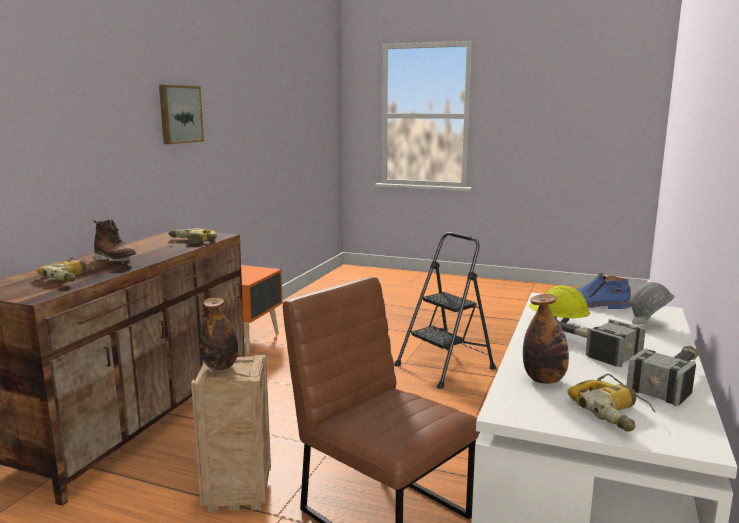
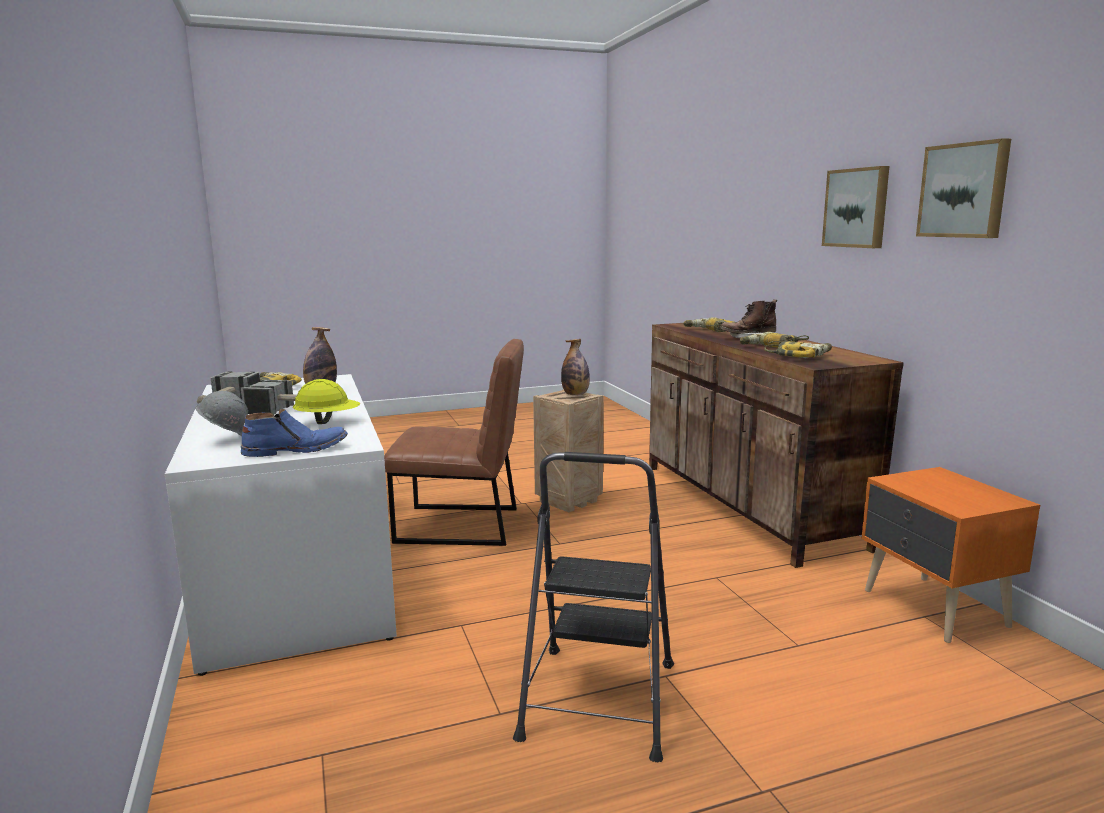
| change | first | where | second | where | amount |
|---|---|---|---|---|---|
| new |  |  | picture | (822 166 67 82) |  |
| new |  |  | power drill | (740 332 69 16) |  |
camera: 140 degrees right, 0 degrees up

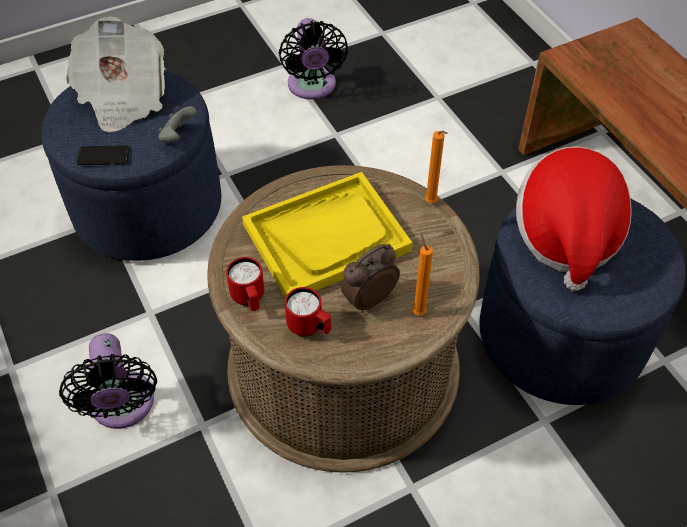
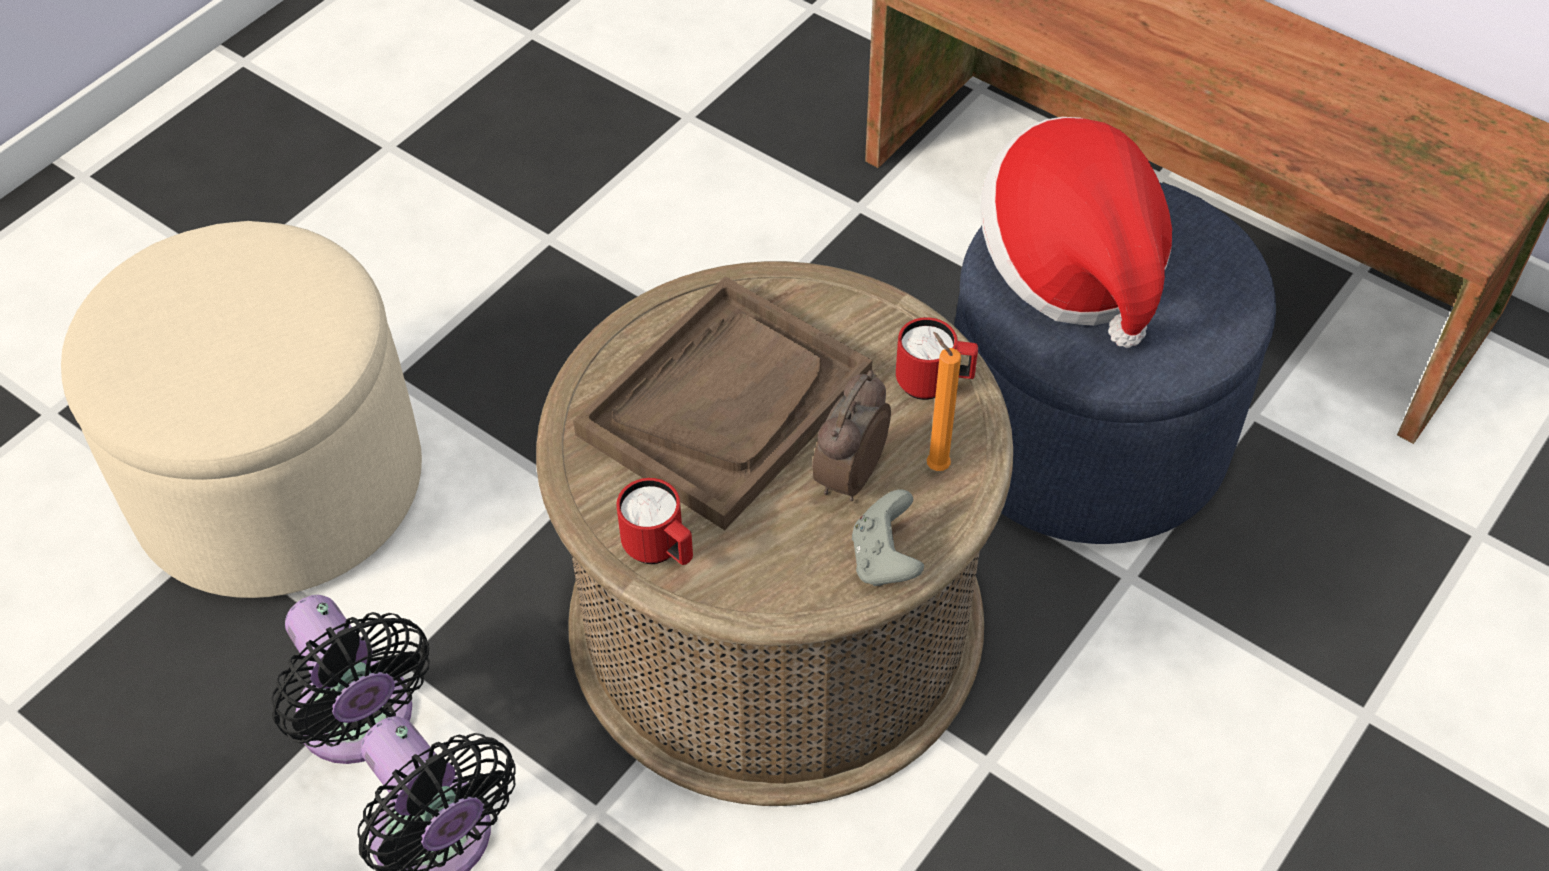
| change | first | where | second | where | amount |
|---|---|---|---|---|---|
| gone | newspaper | (66 16 99 117) |  |  |  |
| shifted | black fan | (279 18 69 82) |  | (271 595 159 169) |  |
| repainted | blue ottoman | (41 70 180 191) | beige ottoman | (61 221 361 377) |  |
| shifted | grey game controller | (158 106 39 38) |  | (852 490 72 96) |  |
| gone | orange candle | (425 131 23 72) |  |  |  |
| gone | phone | (77 146 53 19) |  |  |  |
| repainted | yellow tray | (242 172 171 126) | brown tray | (573 276 299 254) |  |
| shifted | red mug | (285 287 46 50) |  | (896 317 82 83) |  |
camera: 25 degrees left, 0 degrees up

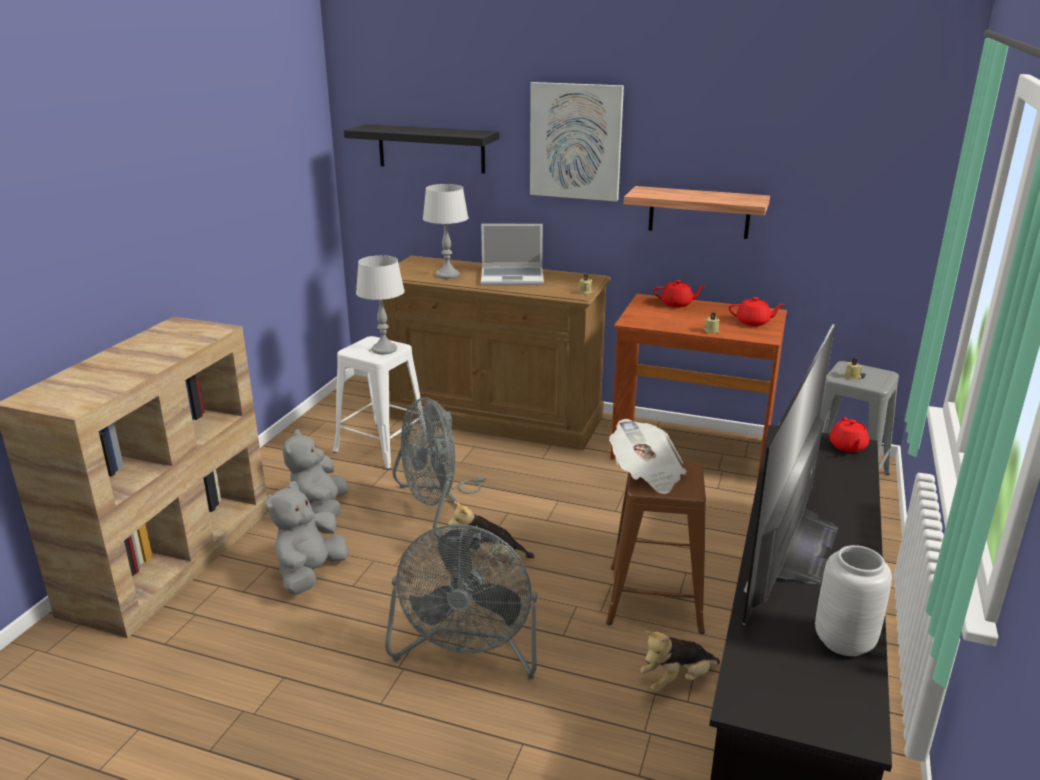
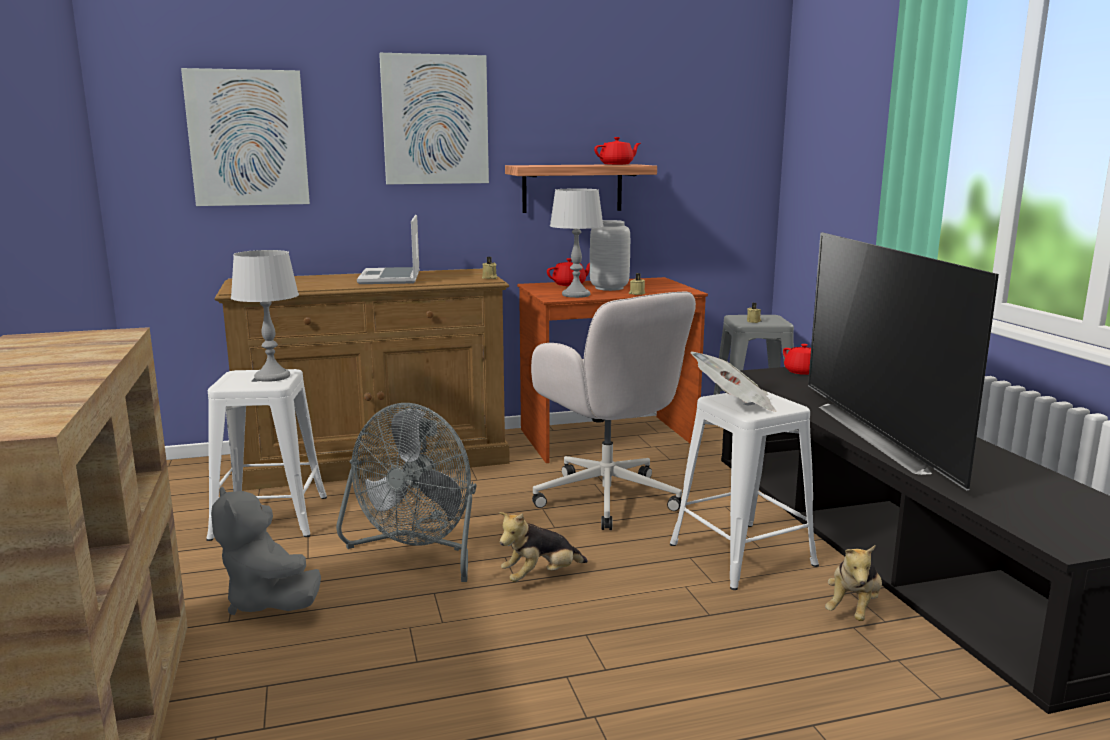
| change | first | where | second | where | amount |
|---|---|---|---|---|---|
| swapped | black shelf | (344 124 155 50) | picture | (181 68 129 138) |  |
| shifted | grey table lamp | (423 184 45 95) |  | (550 188 54 110) |  |
| rotated | laptop | (481 224 63 61) |  | (357 215 63 69) | 120 degrees clockwise |
| shifted | red teapot | (729 297 55 29) |  | (594 137 47 28) |  |
| repainted | brown stool | (606 461 100 173) | white stool | (670 391 149 199) |  |
| gone | grey plush toy | (266 481 82 114) |  |  |  |
| gone | grey fan | (385 523 152 157) |  |  |  |
| shifted | grey vase | (815 545 77 111) |  | (590 220 40 71) |  |
| new |  |  | white office chair | (531 292 165 238) |  |
camera: 35 degrees left, 10 degrees down

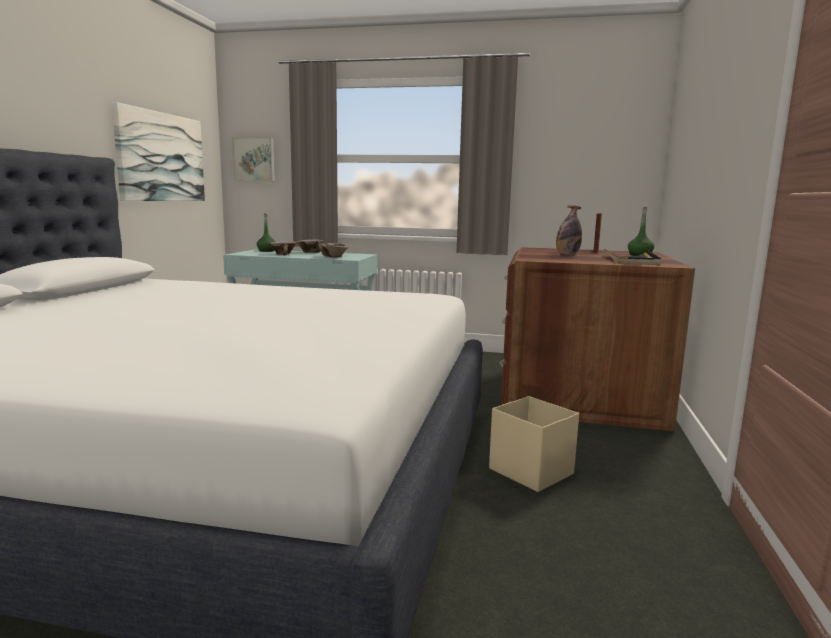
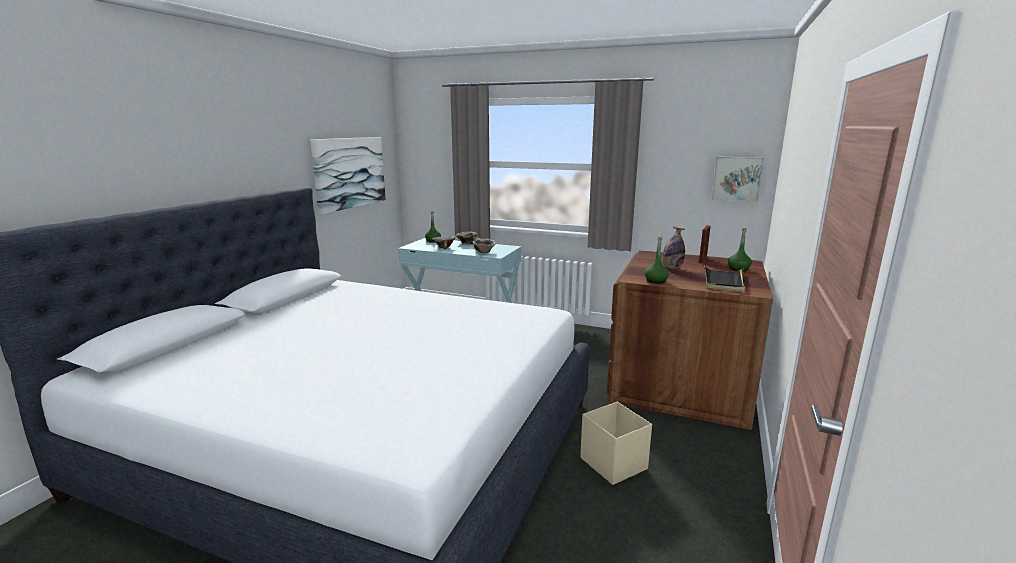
| change | first | where | second | where | amount |
|---|---|---|---|---|---|
| shifted | picture | (232 137 43 44) |  | (711 157 53 45) |  |
| new |  |  | green bottle | (645 236 24 48) |  |
camera: 10 degrees right, 5 degrees up

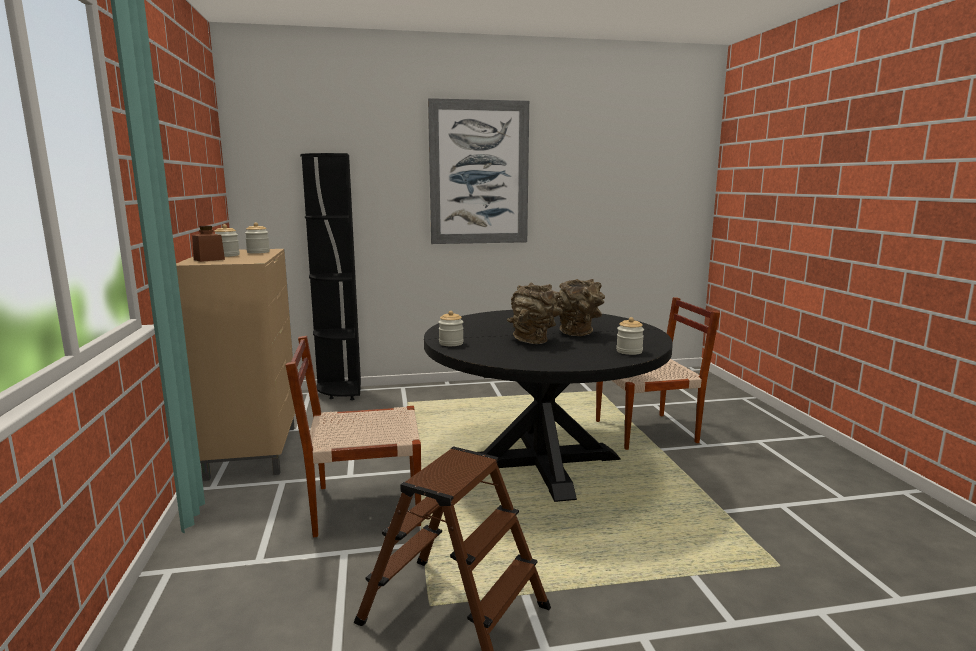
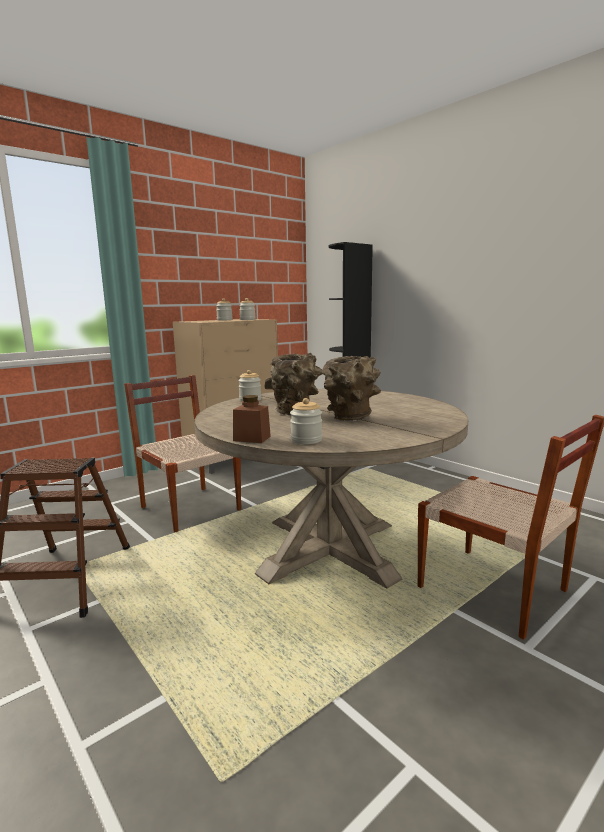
| change | first | where | second | where | amount |
|---|---|---|---|---|---|
| gone | picture | (428 98 101 146) |  |  |  |
| shifted | brown jar | (192 226 33 36) |  | (233 395 38 48) |  |
| repainted | black dining table | (424 310 249 192) | beige dining table | (194 389 274 200) |  |
camera: 60 degrees right, 0 degrees up

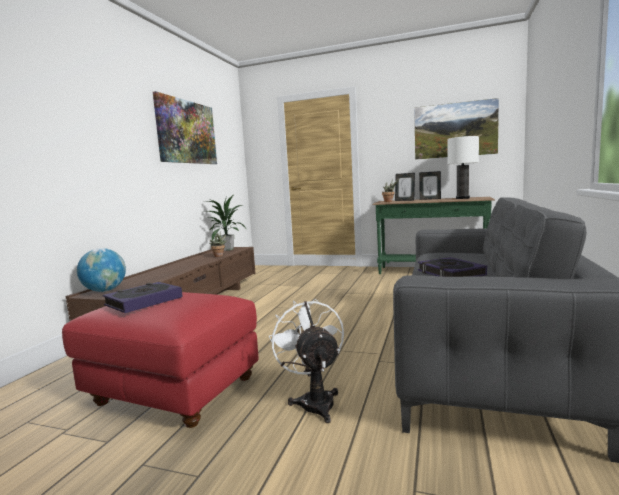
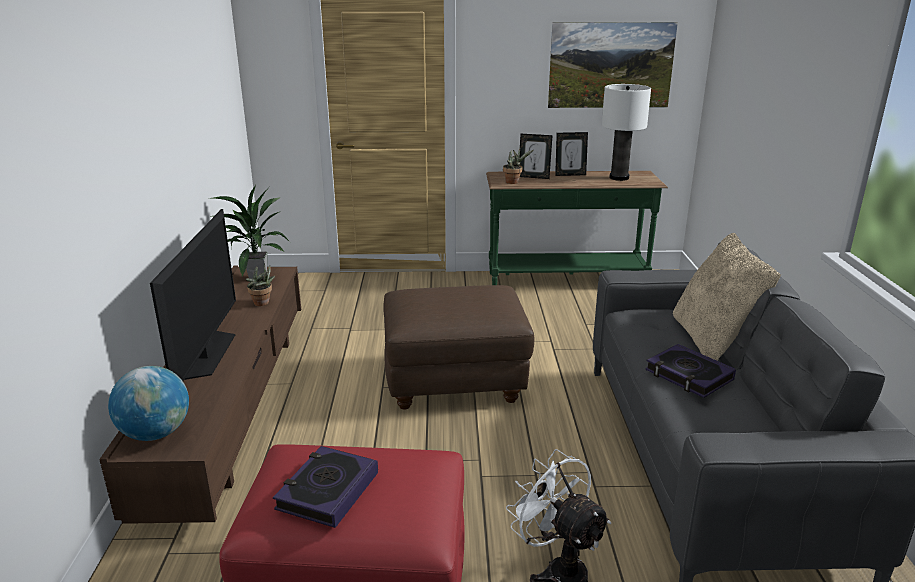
| change | first | where | second | where | amount |
|---|---|---|---|---|---|
| gone | picture | (153 91 64 73) |  |  |  |
| new |  |  | television | (150 209 86 172) |  |
| new |  |  | beige pillow | (673 233 108 128) |  |
| new |  |  | brown ottoman | (383 285 151 125) |  |
camera: 20 degrees left, 15 degrees up

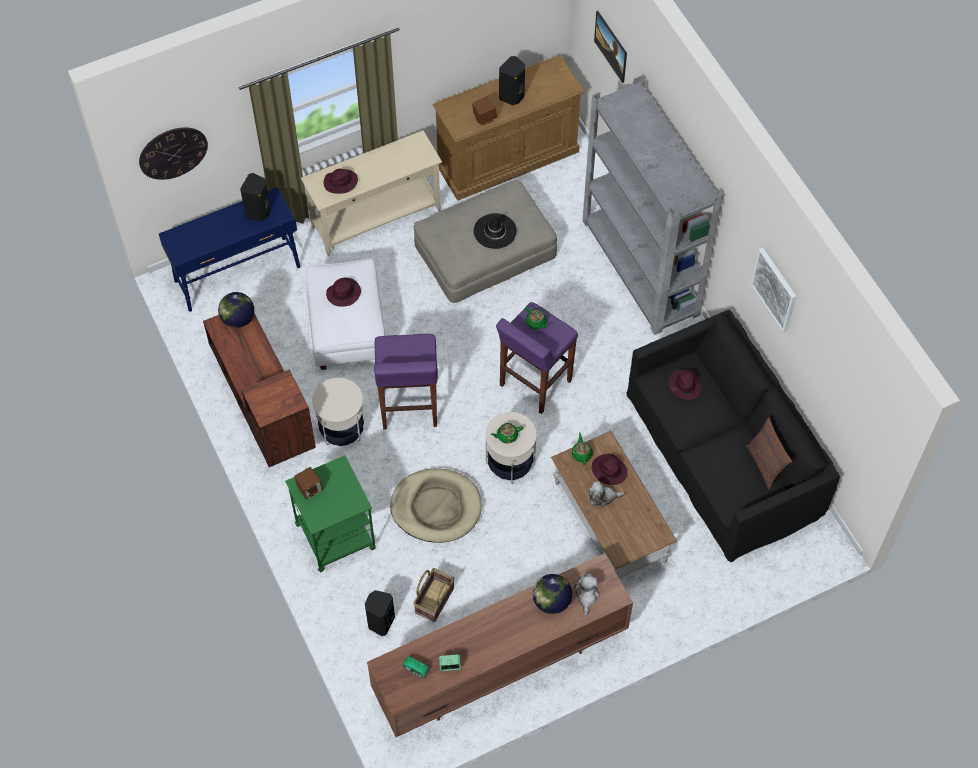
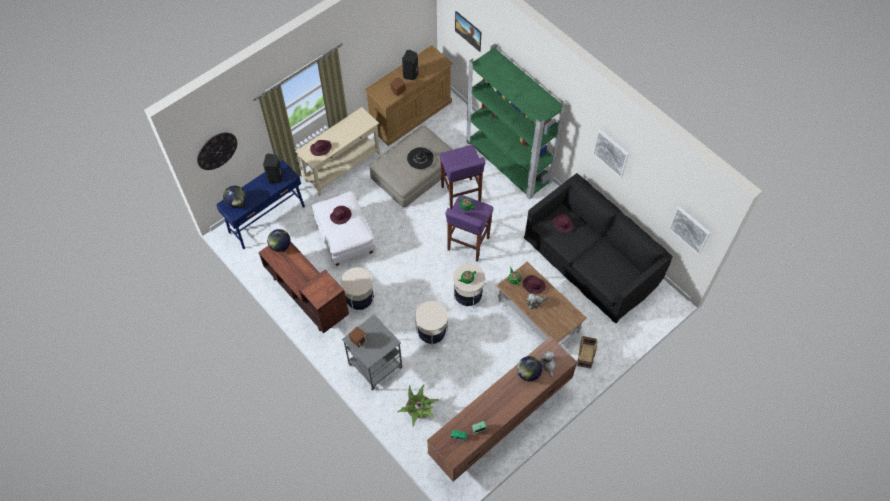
| change | first | where | second | where | amount |
|---|---|---|---|---|---|
| repainted | grey bookcase | (582 76 141 259) | green bookcase | (466 44 100 156) |  |
| shifted | purple stool | (374 334 64 95) |  | (440 145 45 64) |  |
| gone | brown pillow | (746 417 46 73) |  |  |  |
| repainted | green cart | (285 455 91 118) | grey cart | (342 314 61 76) |  |
| swapped | beige dog bed | (390 468 92 75) | beige side table | (415 301 33 45) |  |
| shifted | basket | (413 568 42 54) |  | (577 336 20 33) |  |
| swapped | black speaker | (365 590 30 46) | potted plant | (397 384 42 43) |  |
| new |  |  | globe | (223 186 23 22) |  |
| new |  |  | picture | (669 206 42 49) |  |
camera: 15 degrees left, 0 degrees up

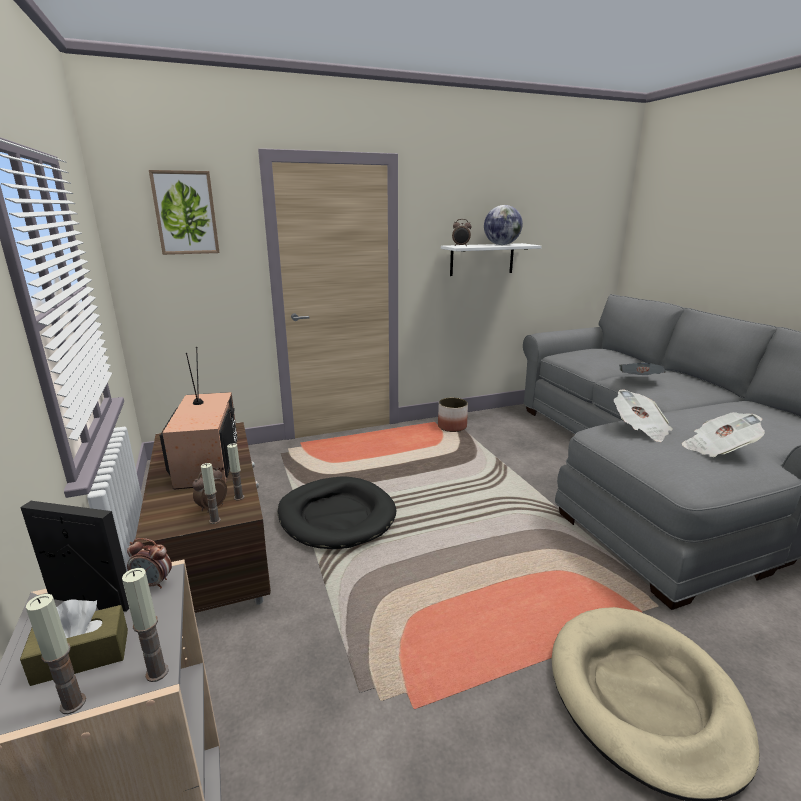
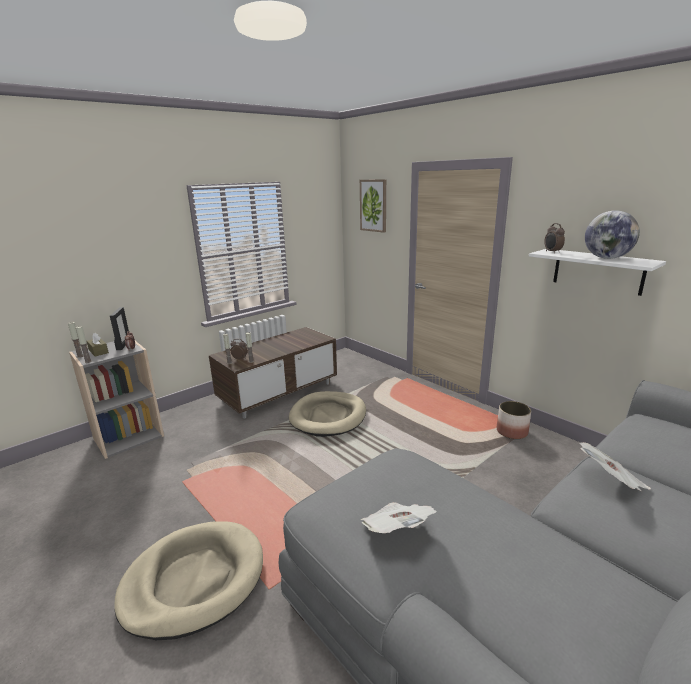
| change | first | where | second | where | amount |
|---|---|---|---|---|---|
| gone | television | (160 347 78 143) |  |  |  |
| gone | newspaper | (614 389 58 53) |  |  |  |
| repainted | black dog bed | (277 476 119 73) | beige dog bed | (289 391 77 46) |  |
camera: 70 degrees right, 0 degrees up

